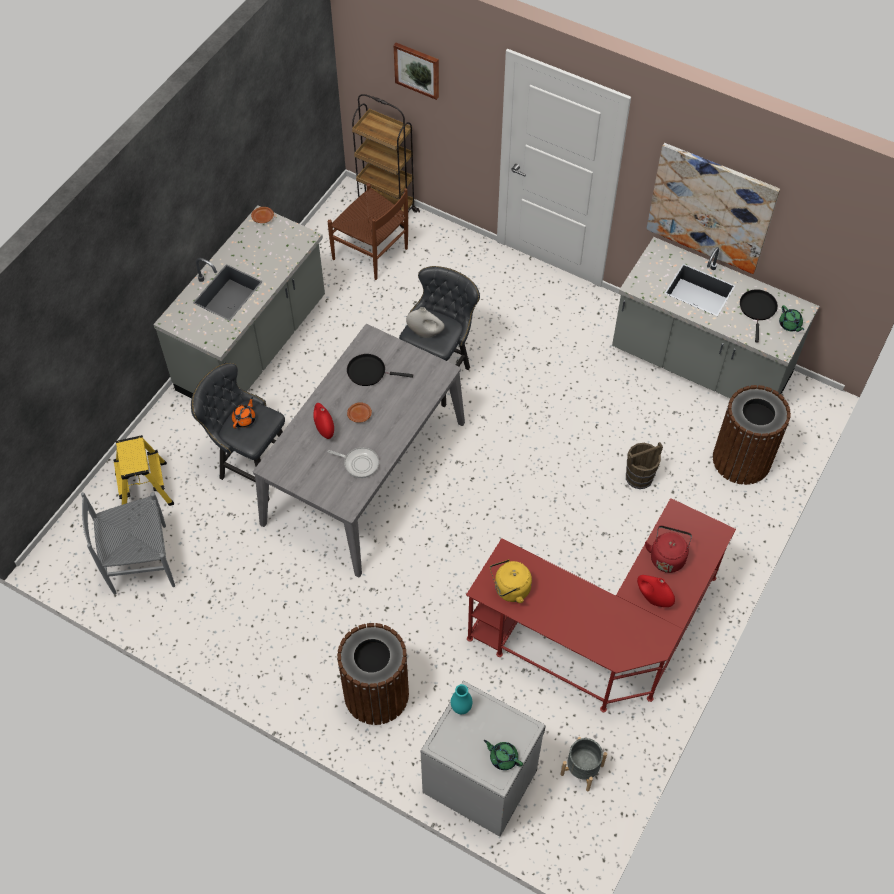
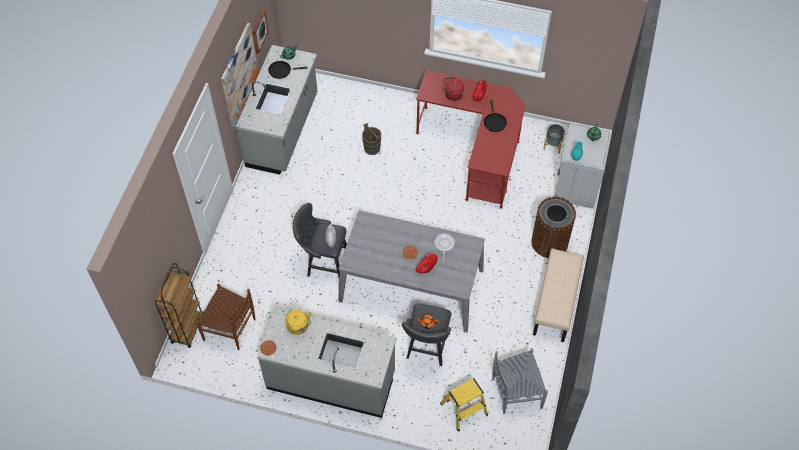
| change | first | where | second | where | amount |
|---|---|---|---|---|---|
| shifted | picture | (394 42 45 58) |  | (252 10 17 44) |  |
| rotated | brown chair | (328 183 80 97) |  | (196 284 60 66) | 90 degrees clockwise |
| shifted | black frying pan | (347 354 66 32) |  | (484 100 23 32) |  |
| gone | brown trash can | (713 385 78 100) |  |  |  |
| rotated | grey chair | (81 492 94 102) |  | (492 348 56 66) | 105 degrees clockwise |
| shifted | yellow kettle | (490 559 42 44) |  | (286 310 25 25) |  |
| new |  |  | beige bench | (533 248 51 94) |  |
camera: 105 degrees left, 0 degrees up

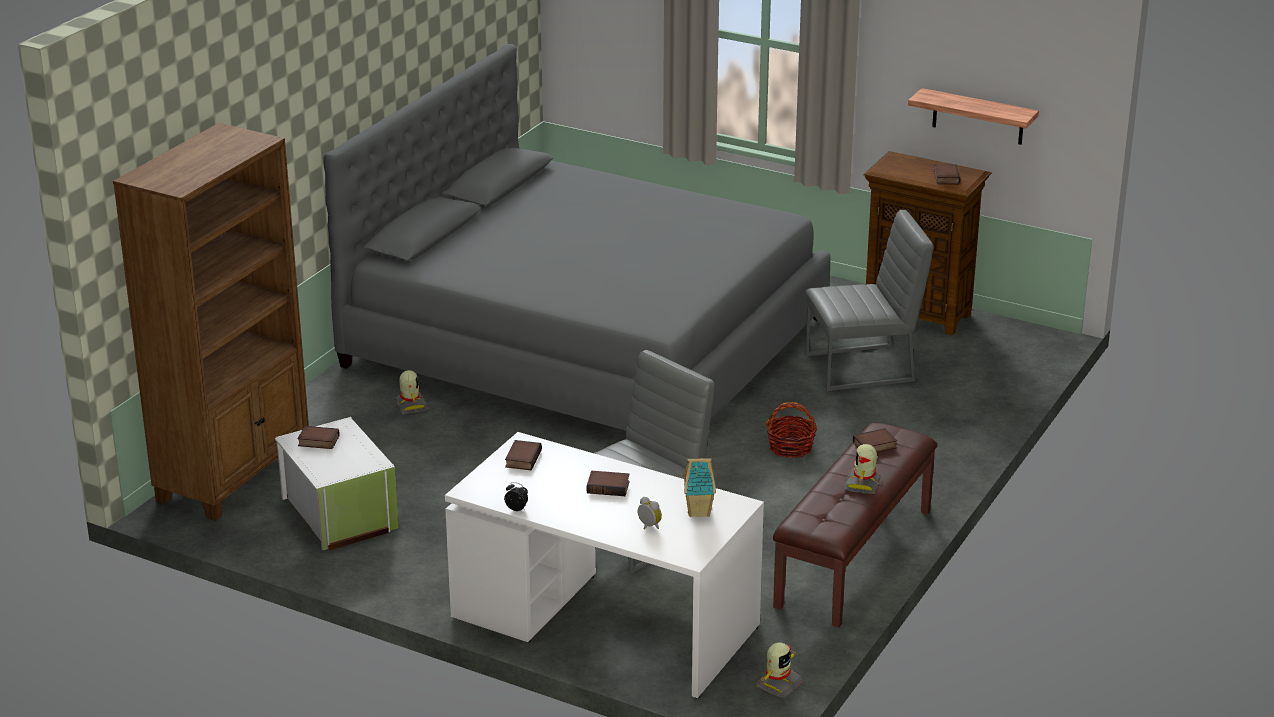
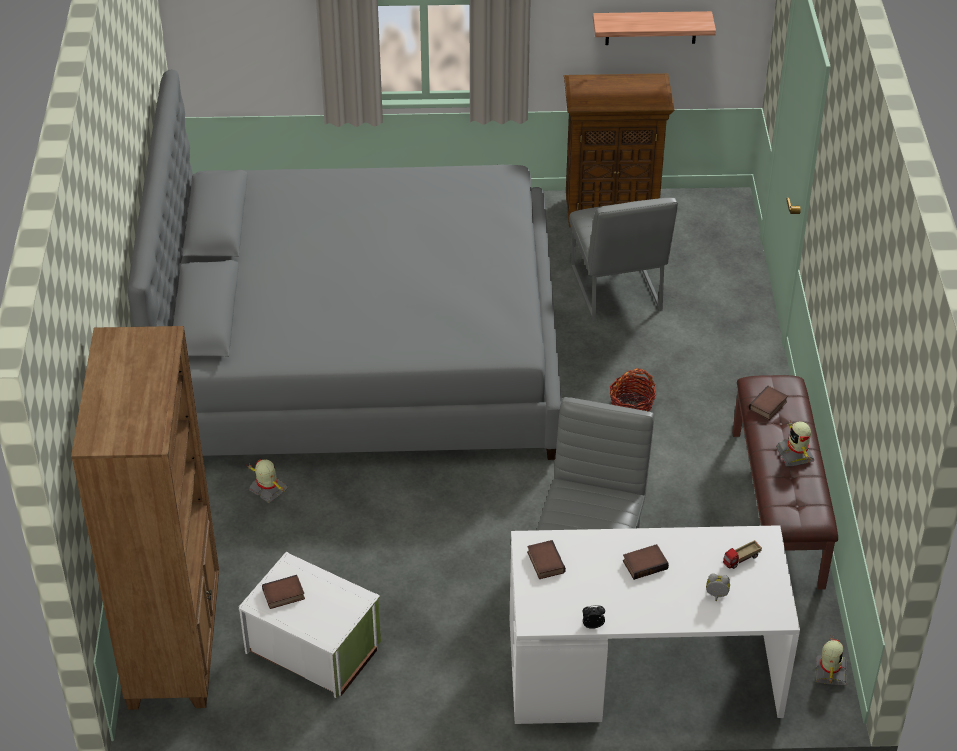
| change | first | where | second | where | amount |
|---|---|---|---|---|---|
| gone | book | (934 164 26 20) |  |  |  |
| rotated | grey chair | (805 210 129 181) |  | (569 198 109 123) | 120 degrees clockwise |
| swapped | toy house | (683 456 33 61) | toy truck | (723 540 39 29) |  |
camera: 30 degrees left, 15 degrees up

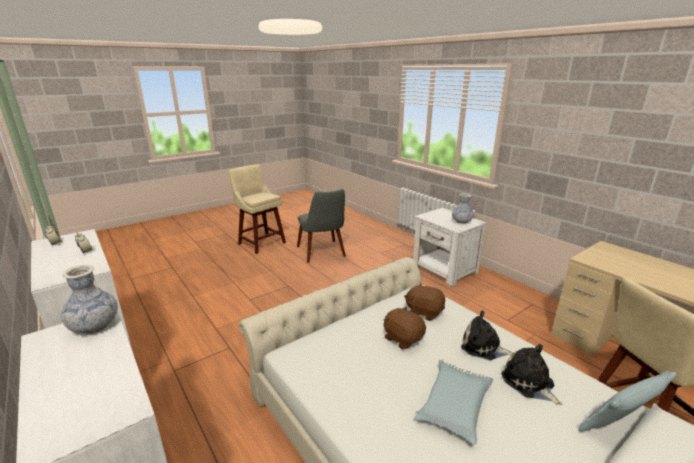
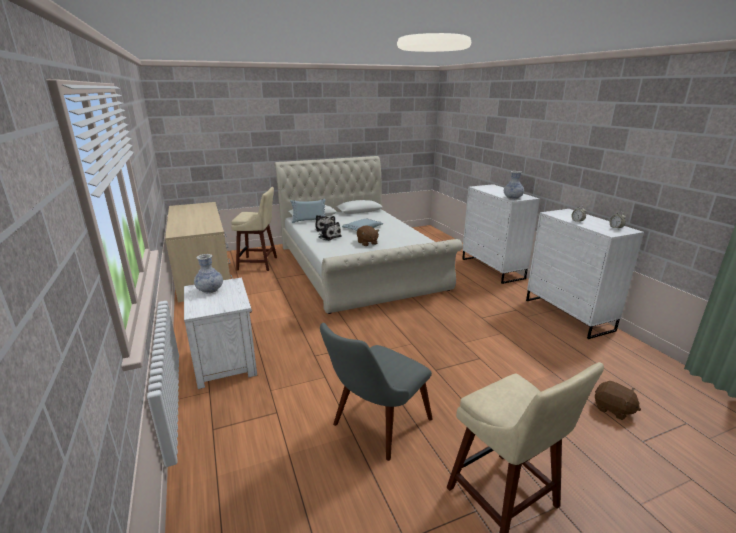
| change | first | where | second | where | amount |
|---|---|---|---|---|---|
| rotated | grey chair | (297 189 49 74) |  | (320 323 113 138) | 135 degrees counterclockwise |
| shifted | brown plush toy | (404 283 41 38) |  | (595 381 46 39) |  |
camera: 165 degrees left, 0 degrees up

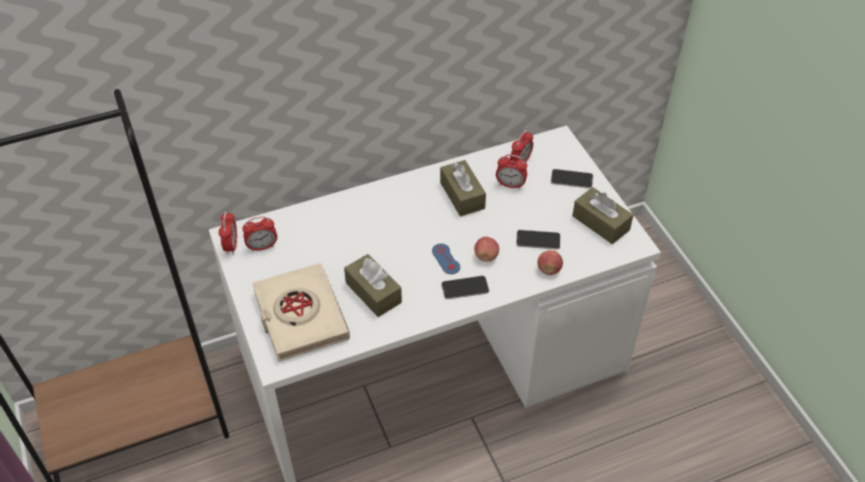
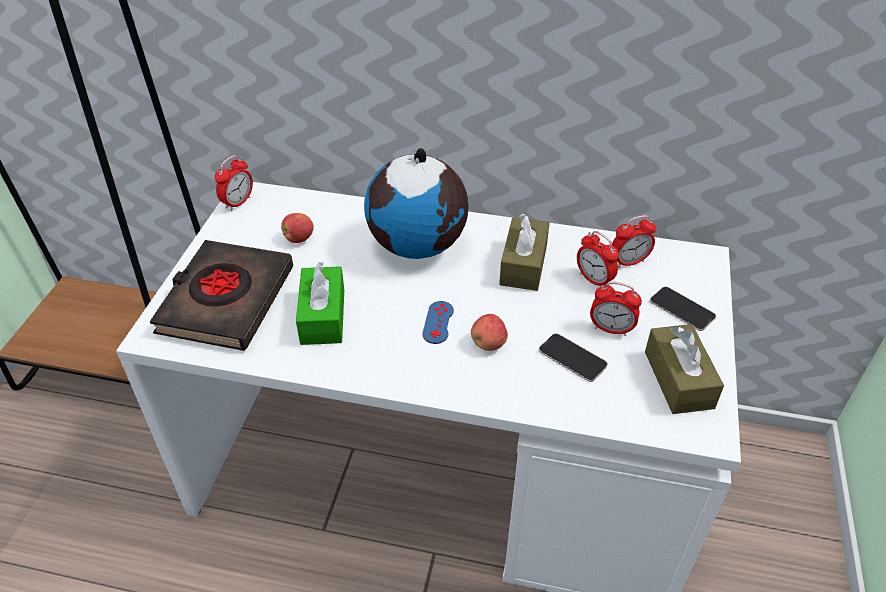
| change | first | where | second | where | amount |
|---|---|---|---|---|---|
| shifted | alarm clock | (242 216 35 36) |  | (590 282 52 54) |  |
| shifted | apple | (537 250 26 25) |  | (281 213 33 30) |  |
| repainted | brown tissue box | (344 254 58 63) | green tissue box | (296 262 48 83) |  |
| repainted | beige book | (252 263 98 99) | black book | (150 240 143 111) |  |
| gone | phone | (441 276 48 23) |  |  |  |
| new |  |  | globe | (364 148 104 111) |  |
camera: 35 degrees right, 5 degrees down

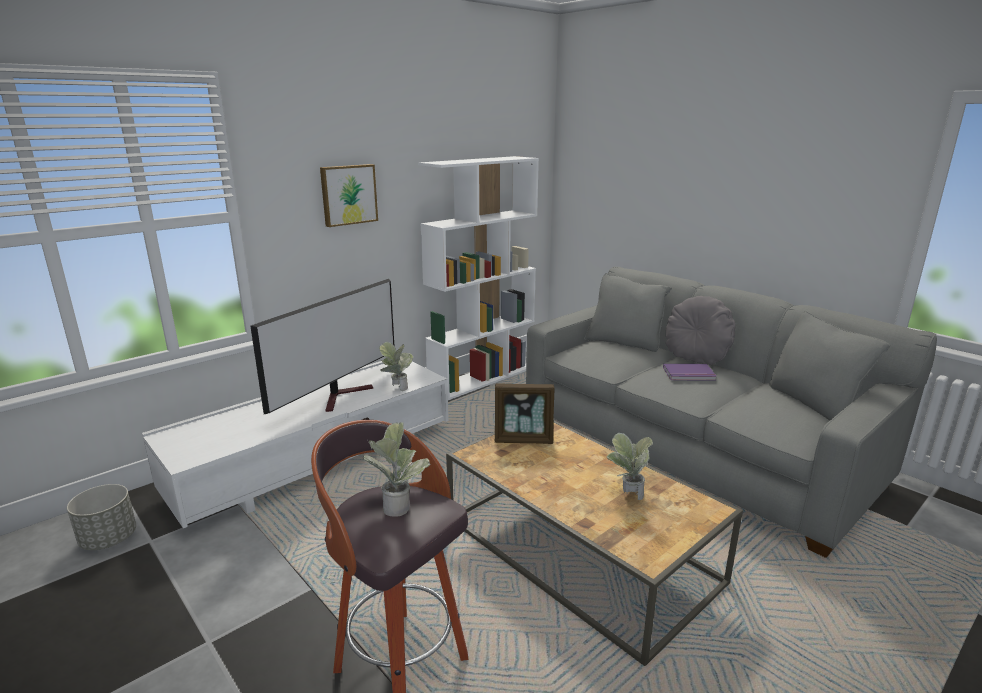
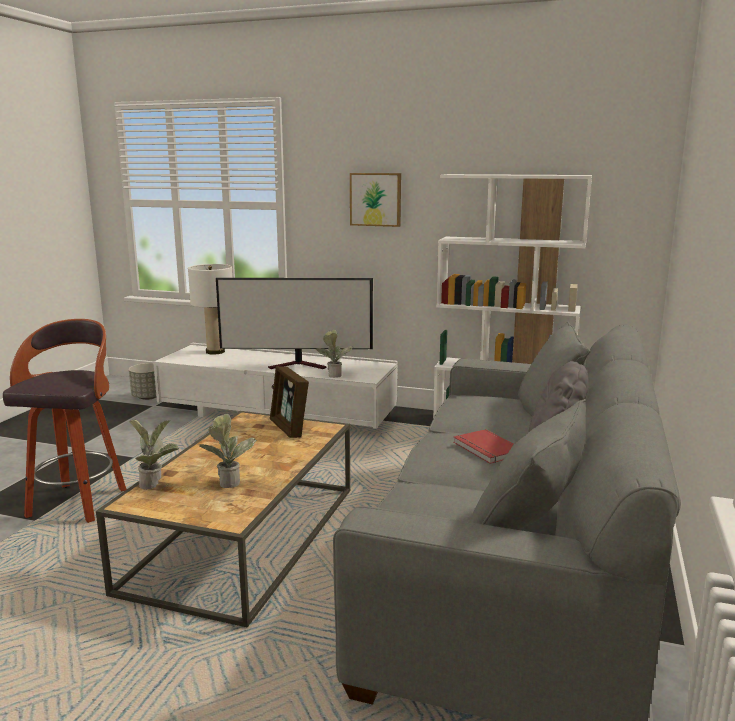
| change | first | where | second | where | amount |
|---|---|---|---|---|---|
| repainted | purple book | (663 364 54 17) | red book | (453 429 61 35) |  |
| shifted | potted plant | (362 422 69 95) |  | (129 420 50 70) |  |
| new |  |  | white table lamp | (188 264 45 90) |  |
camera: 60 degrees right, 5 degrees down

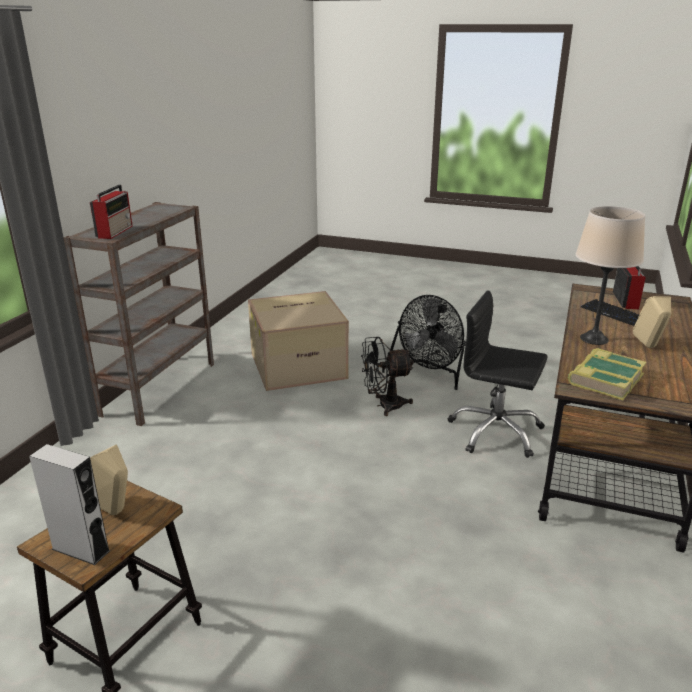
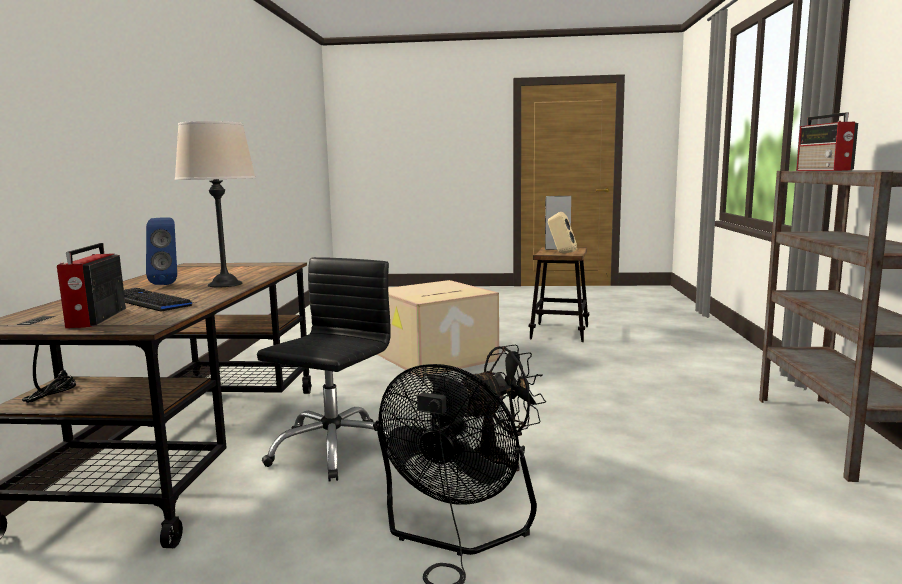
| change | first | where | second | where | amount |
|---|---|---|---|---|---|
| rotated | black office chair | (448 290 100 168) |  | (257 257 134 224) | 75 degrees counterclockwise |
| shifted | cardboard box | (248 291 101 100) |  | (377 280 122 97) |  |
| repainted | beige speaker | (633 296 38 52) | blue speaker | (146 217 31 68) |  |
| gone | book | (568 348 78 52) |  |  |  |
camera: 165 degrees right, 15 degrees down

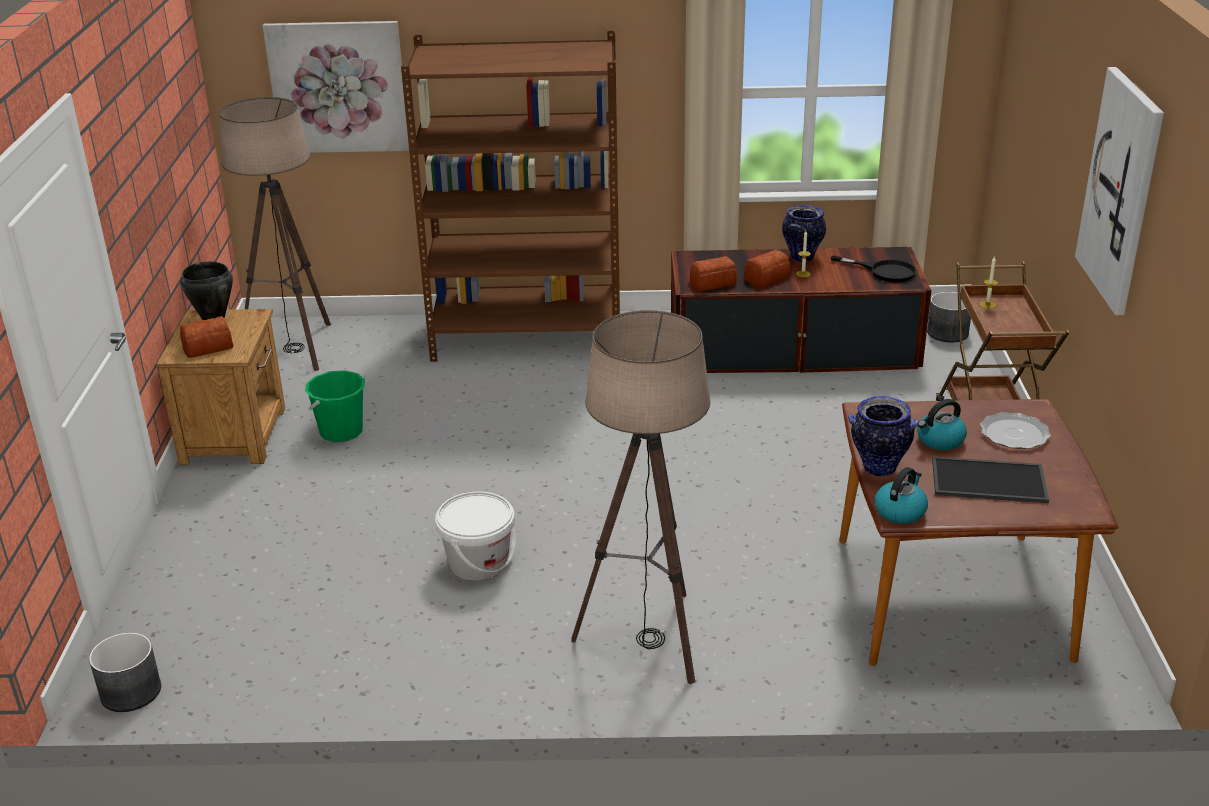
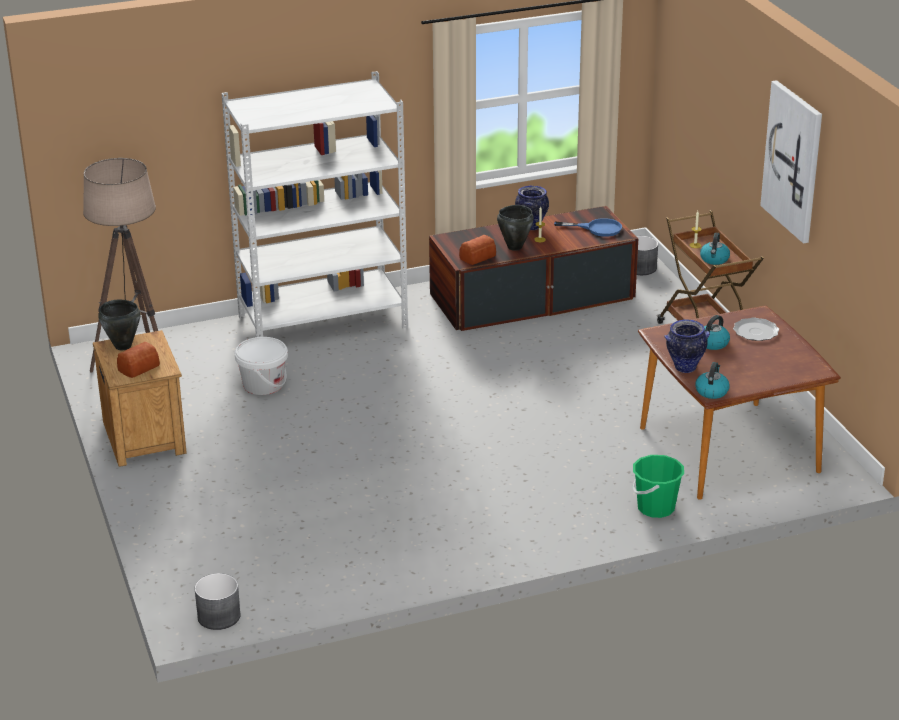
| change | first | where | second | where | amount |
|---|---|---|---|---|---|
| gone | picture | (262 21 147 132) |  |  |  |
| repainted | brown bookcase | (401 31 219 331) | white bookcase | (222 71 186 266) |  |
| swapped | bread | (744 250 47 37) | black cooking pot | (497 205 37 46) |  |
| repainted | black frying pan | (831 255 86 27) | blue frying pan | (554 218 68 19) |  |
| gone | floor lamp | (572 310 138 374) |  |  |  |
| shifted | green bucket | (305 370 60 72) |  | (632 455 52 63) |  |
| gone | tray | (932 457 117 46) |  |  |  |
| shifted | white bucket | (435 491 81 89) |  | (234 337 54 58) |  |
| new |  |  | kettle | (700 233 30 32) |  |
camera: 20 degrees left, 0 degrees up

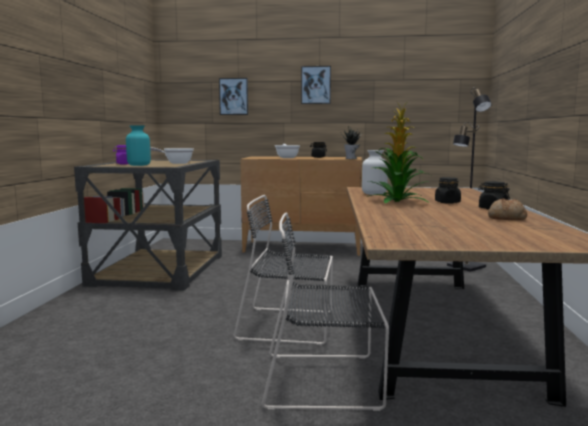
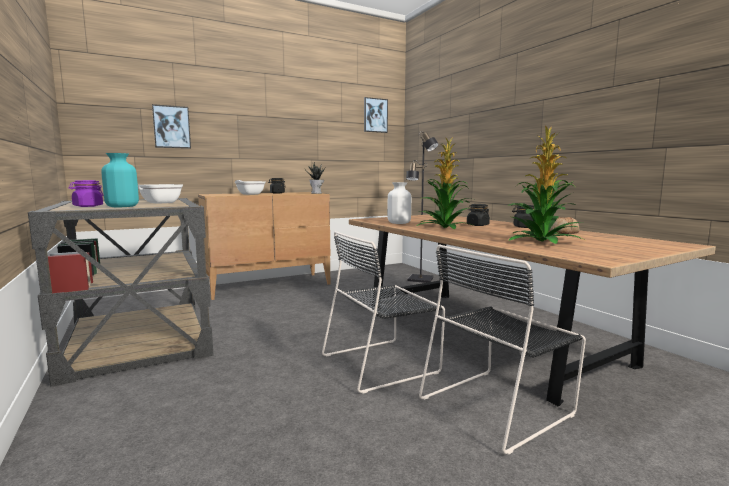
| change | first | where | second | where | amount |
|---|---|---|---|---|---|
| shifted | picture | (301 66 30 38) |  | (364 97 24 36) |  |
| new |  |  | potted plant | (508 125 77 119) |  |
camera: 35 degrees left, 0 degrees up

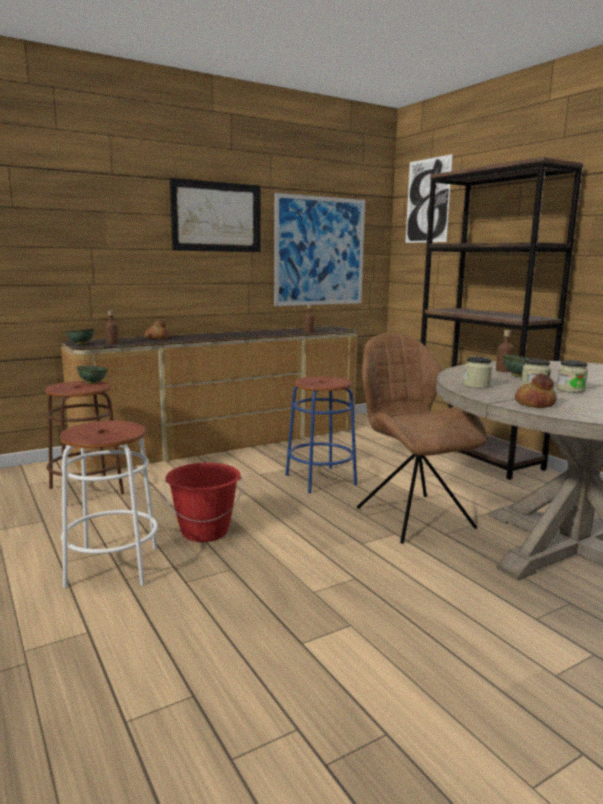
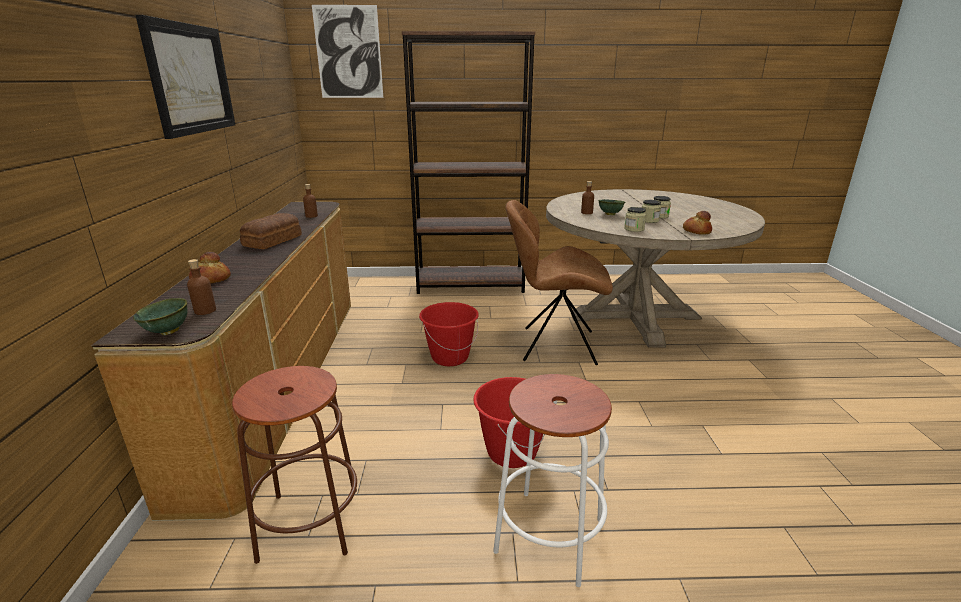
| change | first | where | second | where | amount |
|---|---|---|---|---|---|
| gone | picture | (274 193 91 113) |  |  |  |
| gone | green bowl | (76 366 32 18) |  |  |  |
| swapped | blue stool | (286 376 71 118) | red bucket | (419 302 60 64) |  |
| new |  |  | bread | (240 213 62 36) |  |
camera: 60 degrees left, 10 degrees up

